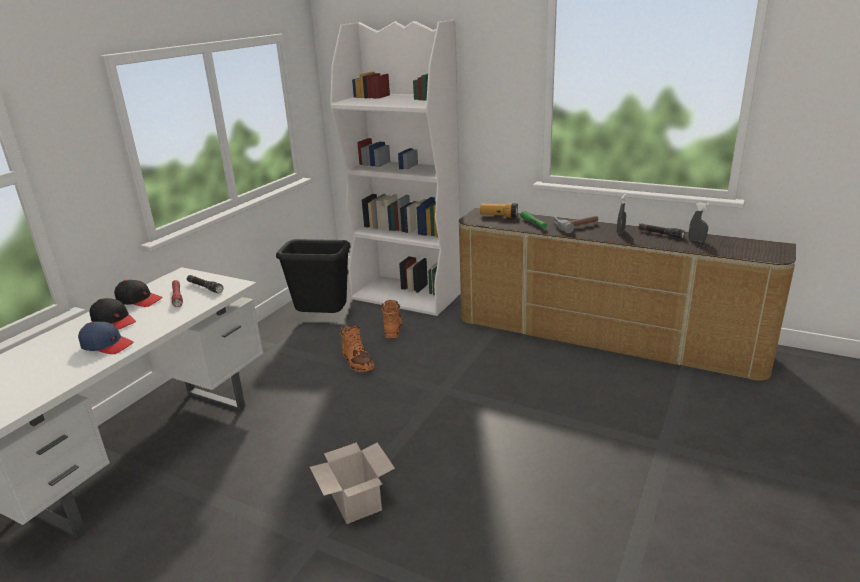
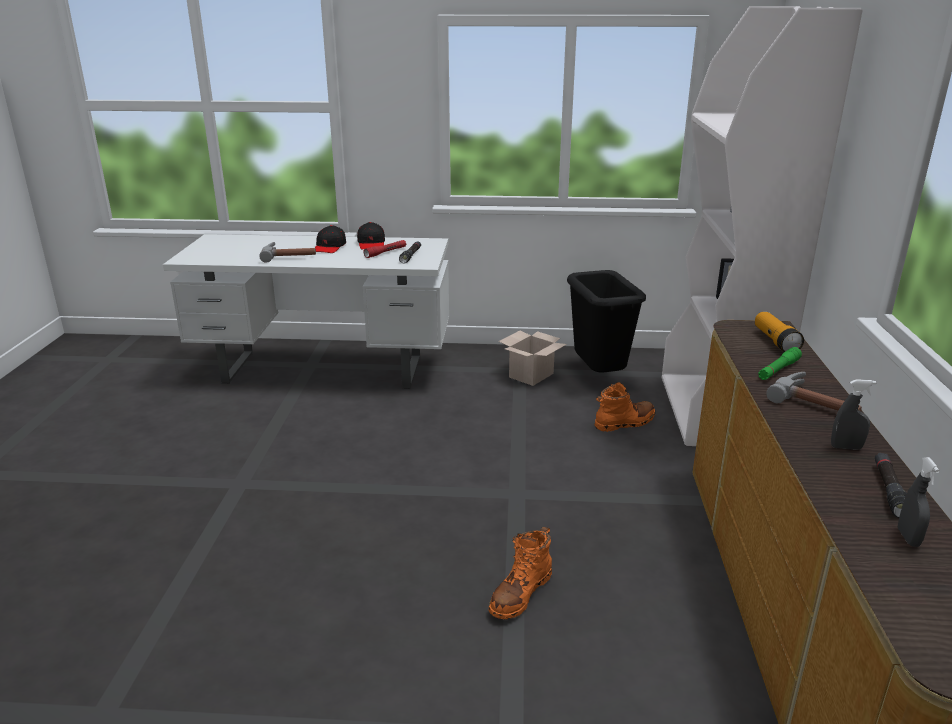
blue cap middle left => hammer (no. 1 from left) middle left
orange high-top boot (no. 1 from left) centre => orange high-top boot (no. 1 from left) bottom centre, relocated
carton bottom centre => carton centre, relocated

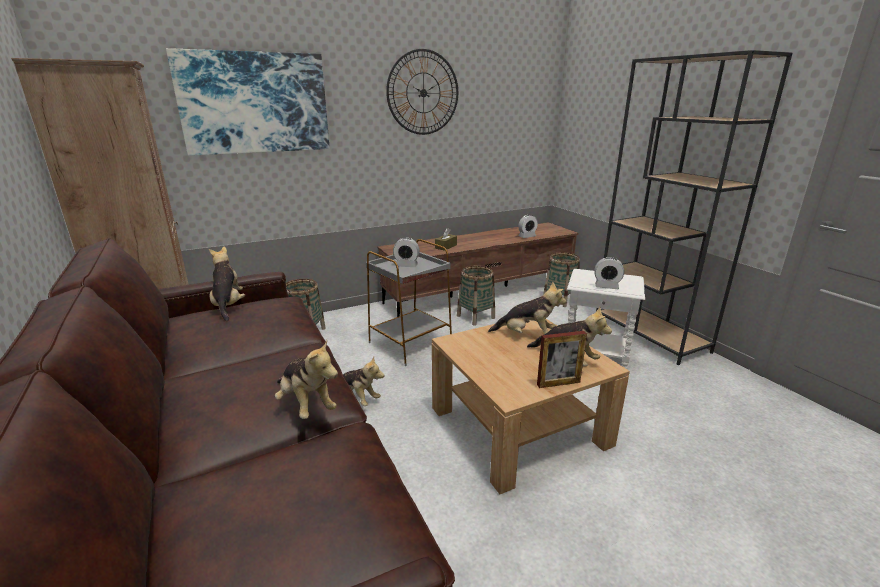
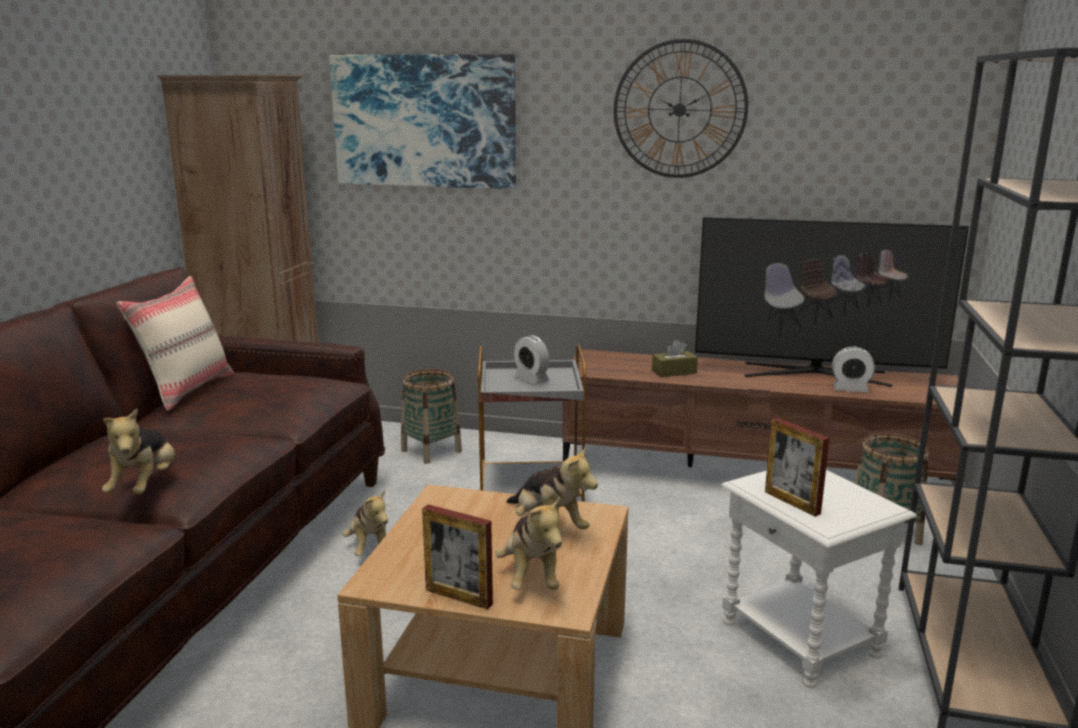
plush toy (no. 1 from left) middle left => nothing
table clock (no. 3 from left) middle right => standing frame (no. 2 from left) middle right
storage basket (no. 2 from left) centre => nothing
nothing => TV set middle right
nothing => beige-coloured cushion middle left

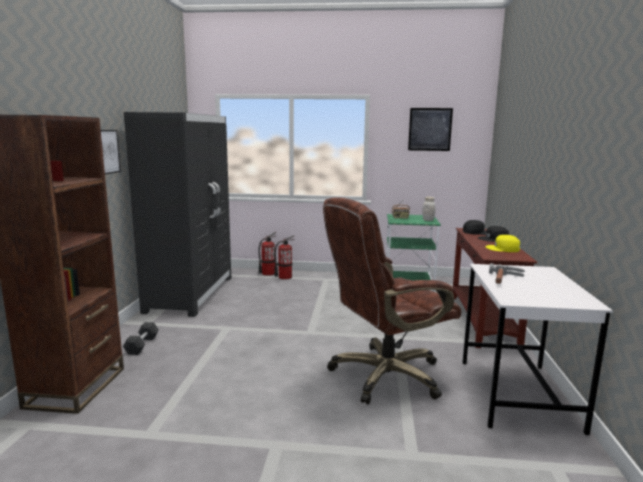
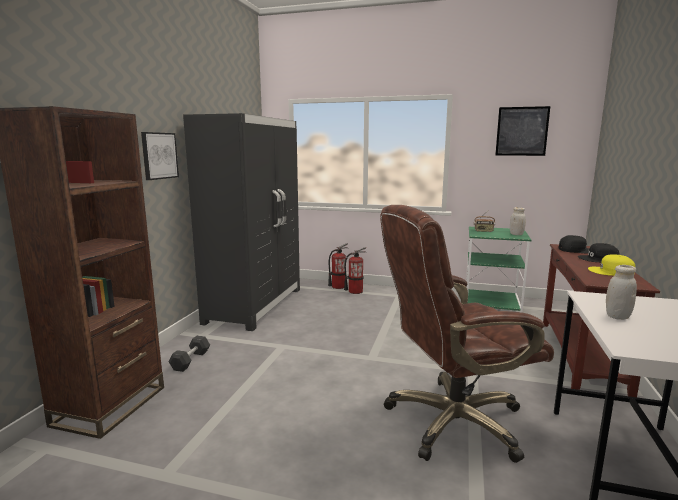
hammer middle right => white-coloured preserve jar (no. 2 from left) middle right

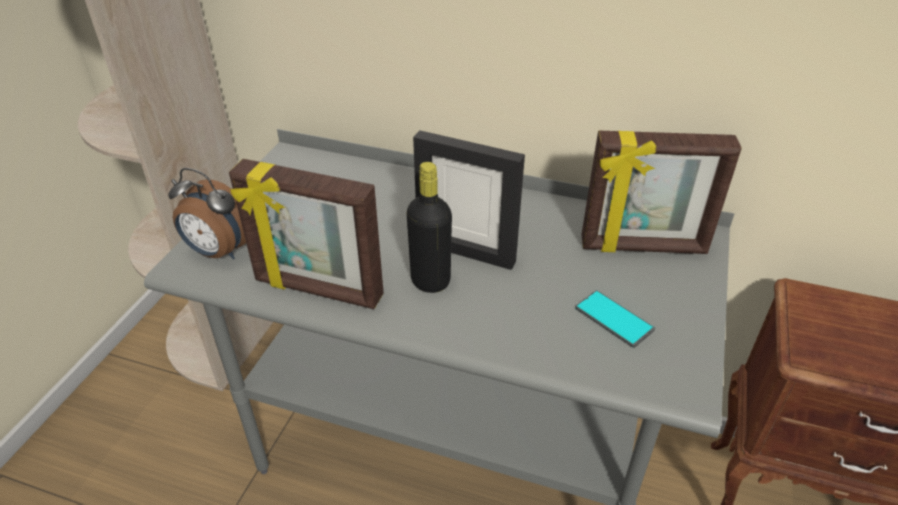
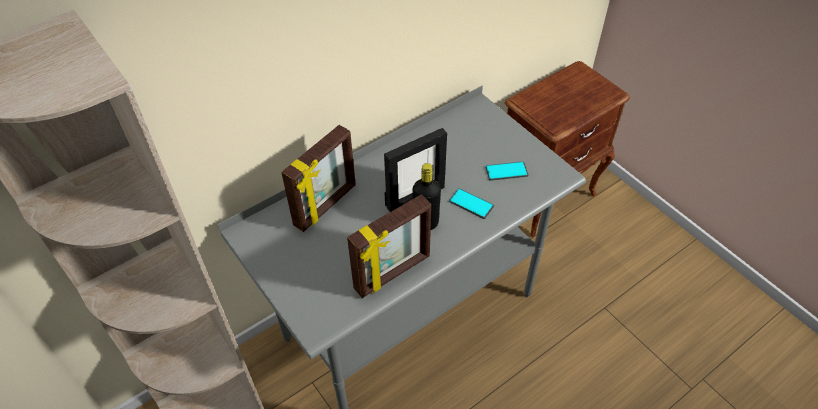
standing frame (no. 3 from left in the first image) middle right => standing frame (no. 1 from left) centre, relocated
table clock middle left => nothing
nothing => handset (no. 1 from left) centre

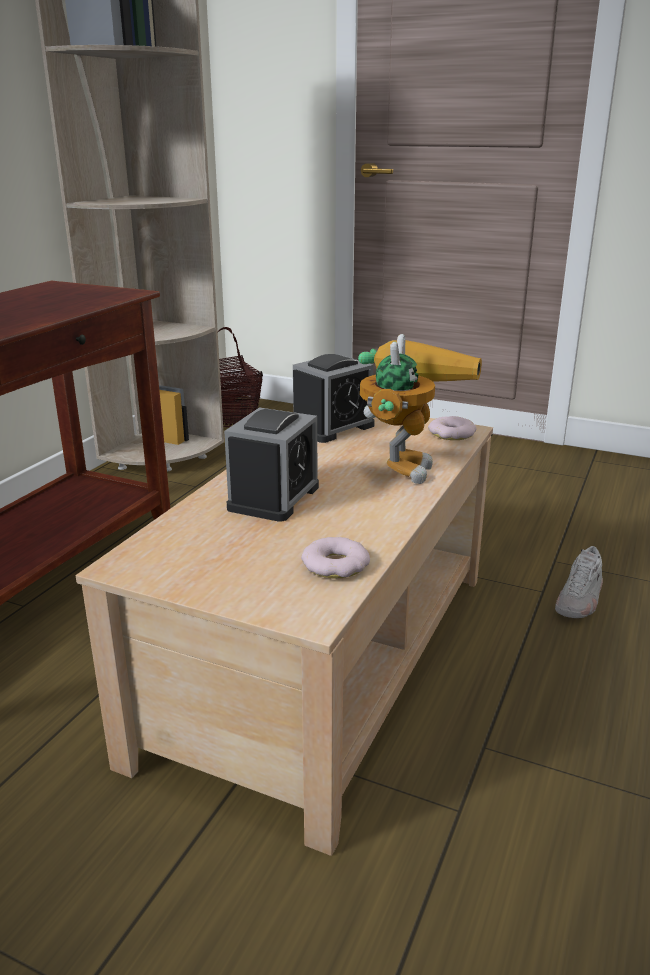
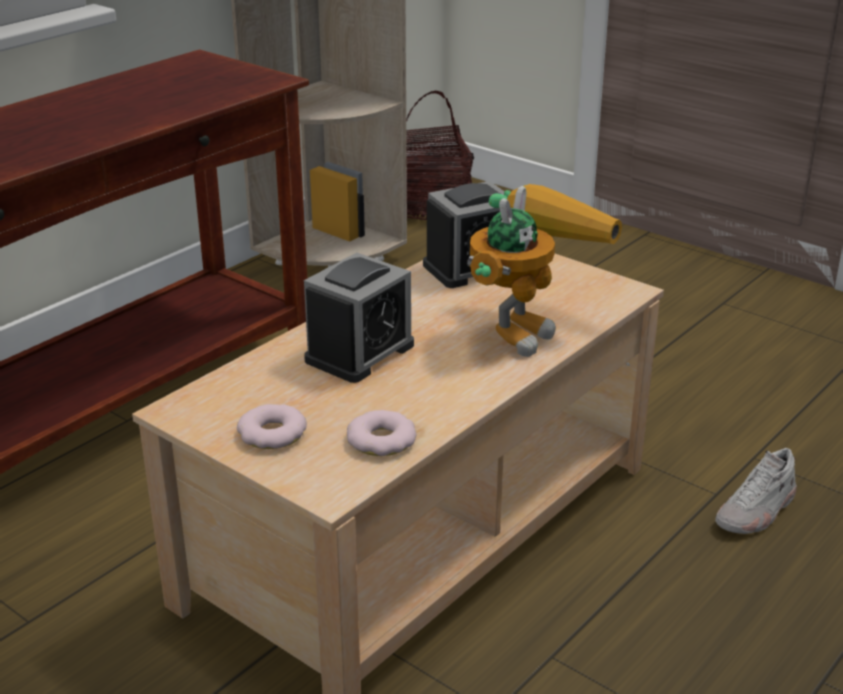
ring doughnut (no. 2 from left in the first image) middle right => ring doughnut (no. 1 from left) middle left, relocated

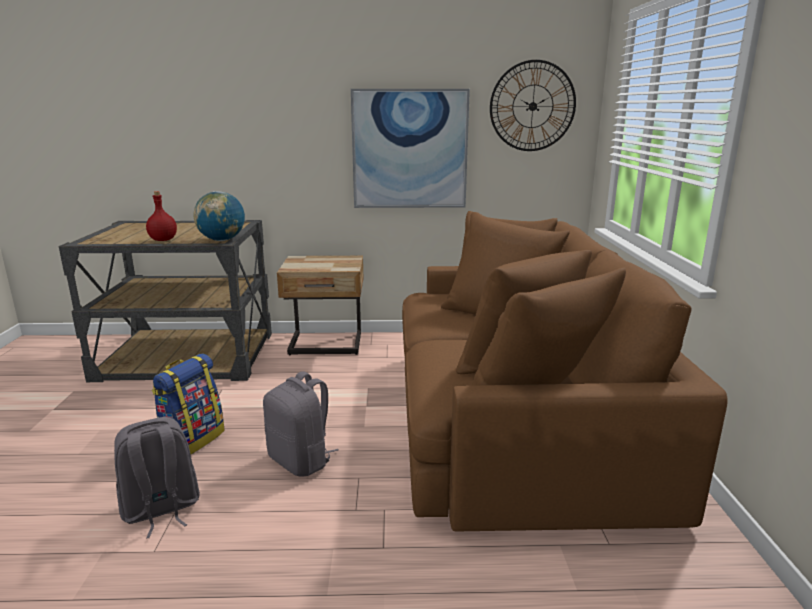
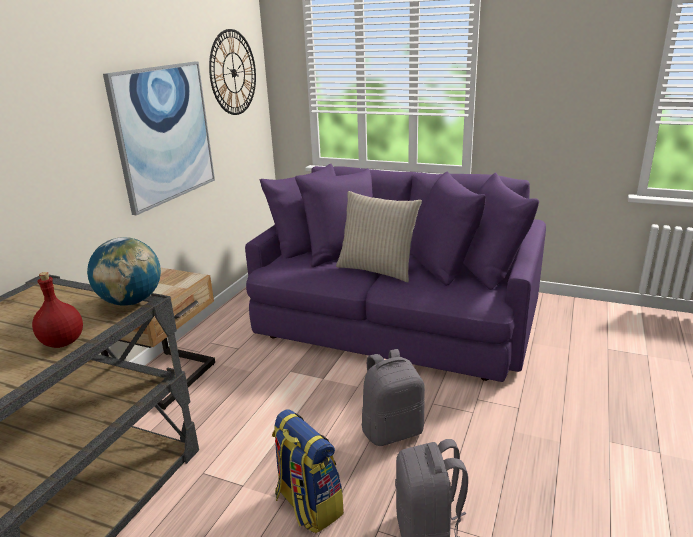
brown settee middle right => purplish settee centre
nothing => beige-coloured cushion centre

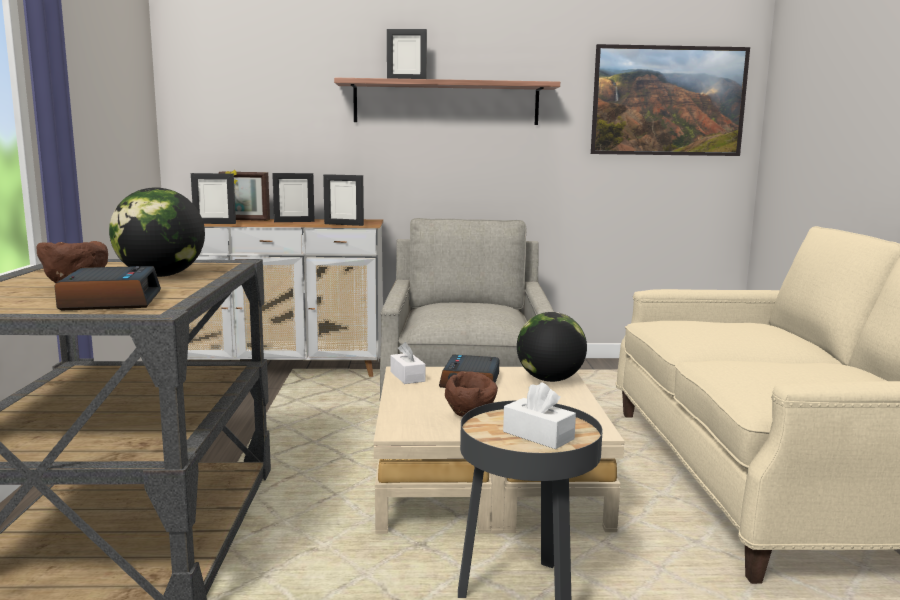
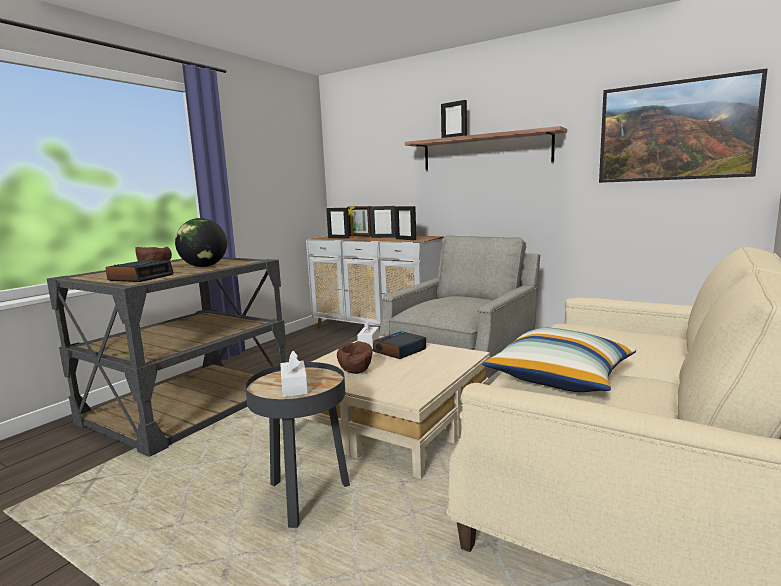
world globe (no. 2 from left) centre => nothing
nothing => cushion middle right

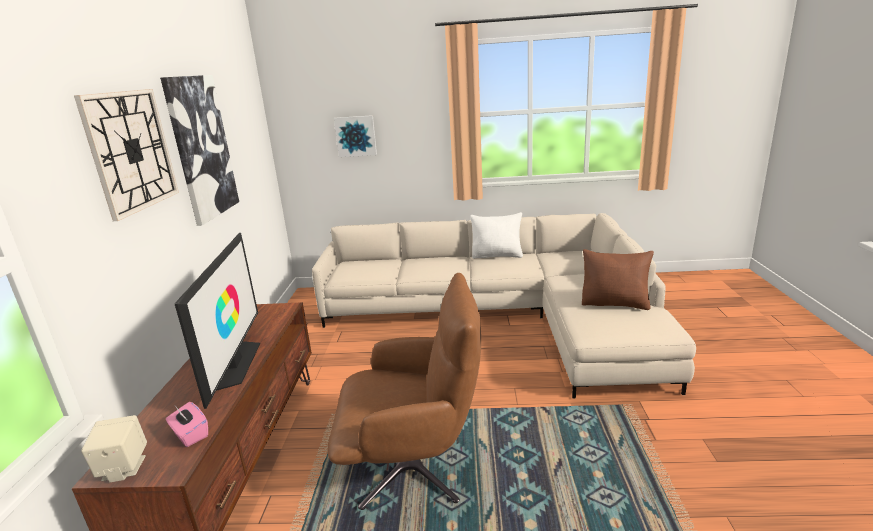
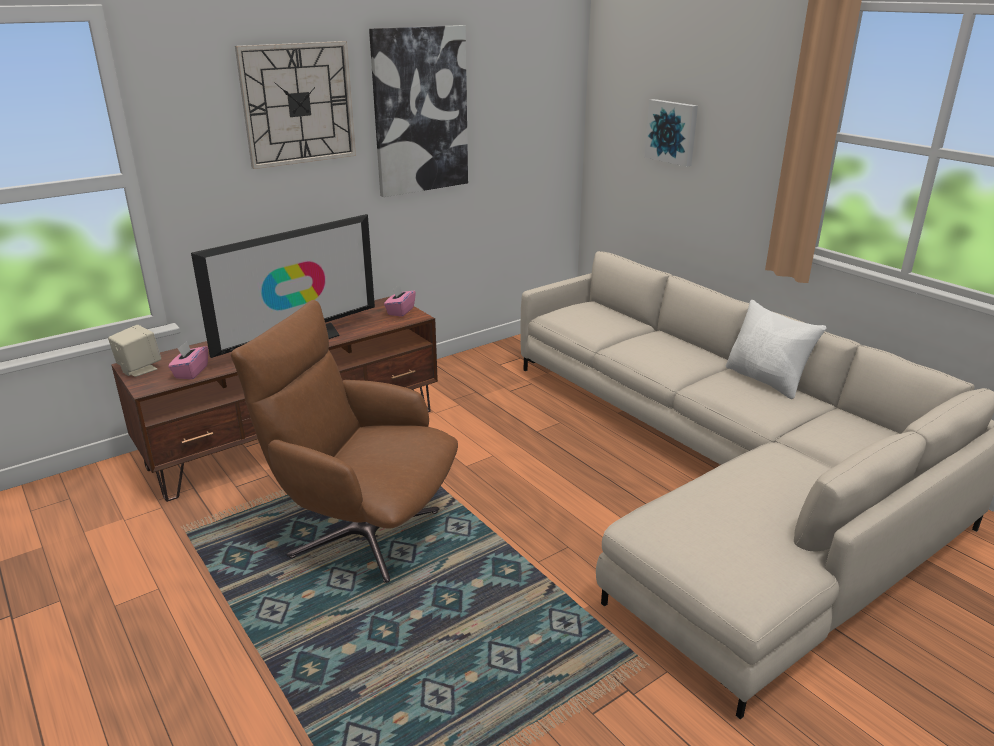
brown cushion middle right => nothing
brown easy chair bottom centre => brown easy chair centre, 150 degrees clockwise
nothing => pink box of tissues (no. 2 from left) centre

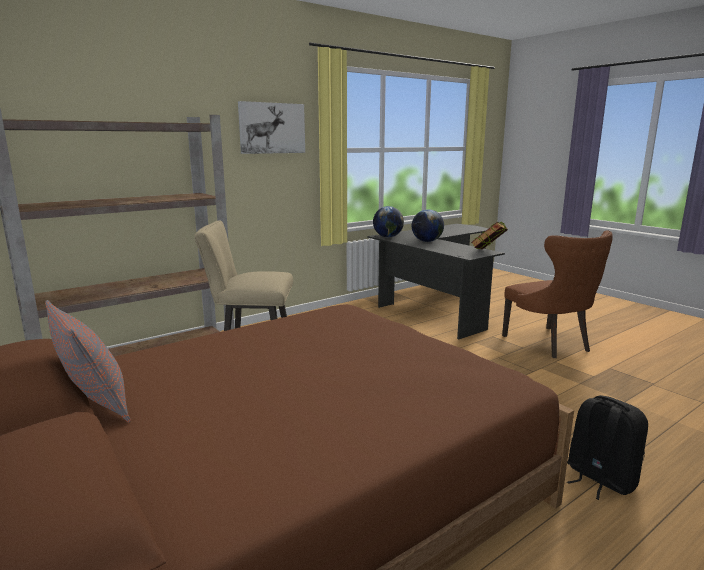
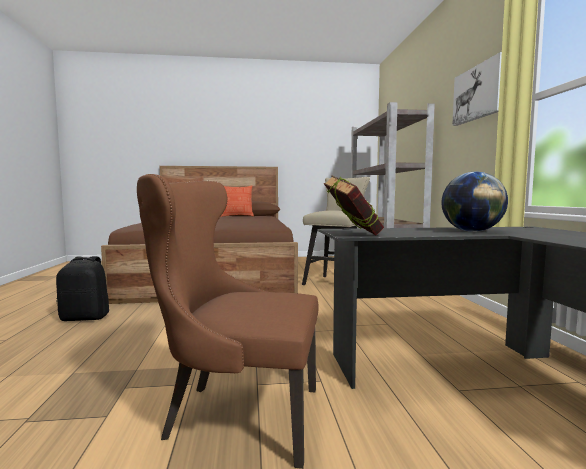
world globe (no. 1 from left) centre => nothing
greyish cushion middle left => orange cushion centre

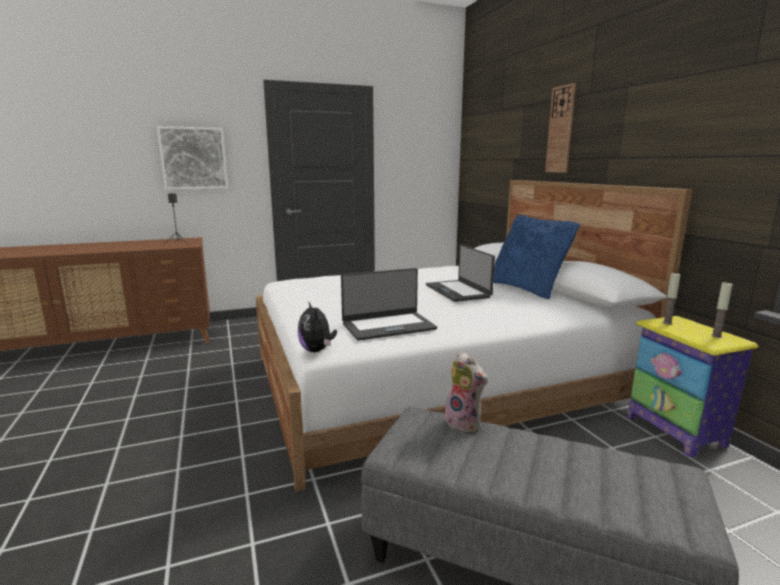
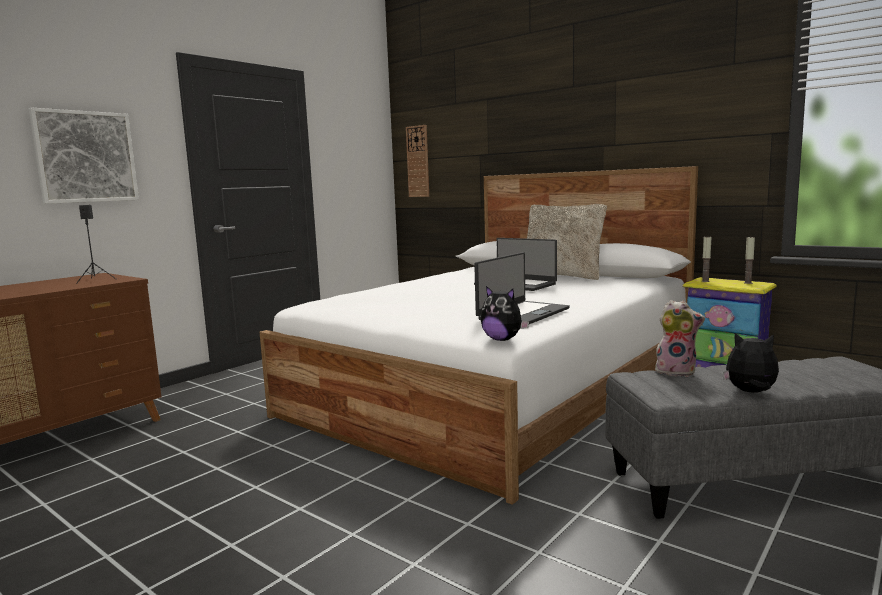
hanging clock top right => hanging clock top centre, relocated
blue cushion middle right => beige-coloured cushion centre
nothing => plush toy (no. 3 from left) middle right

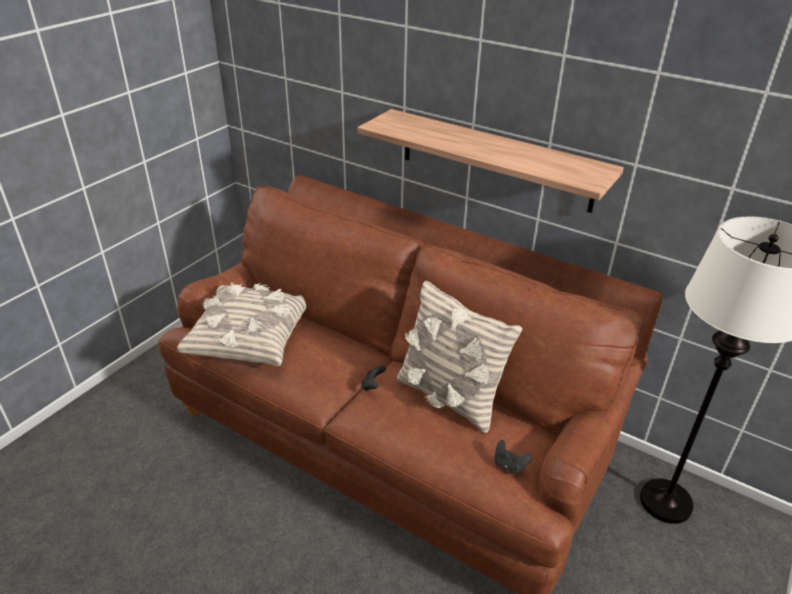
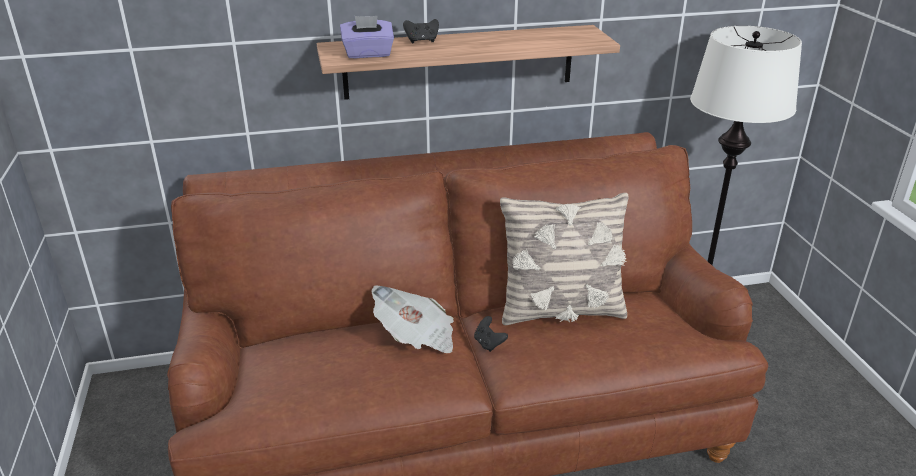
beige-coloured cushion (no. 1 from left) middle left => nothing
blackish game controller (no. 2 from left in the first image) bottom centre => blackish game controller (no. 1 from left) top centre, relocated
nothing => purplish box of tissues top centre
nothing => newspaper bottom centre

